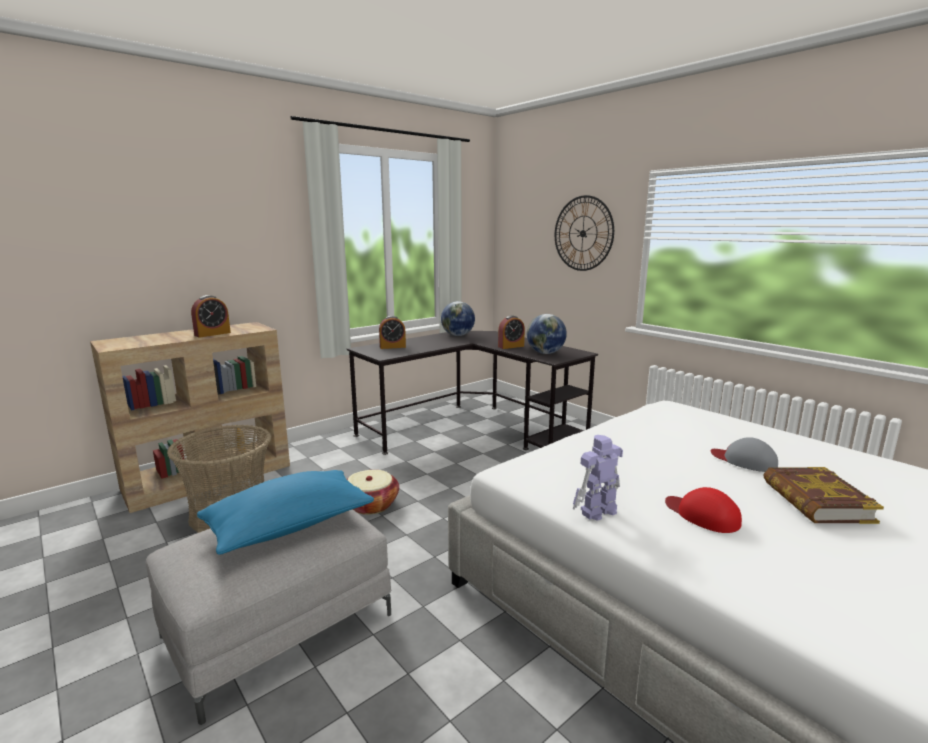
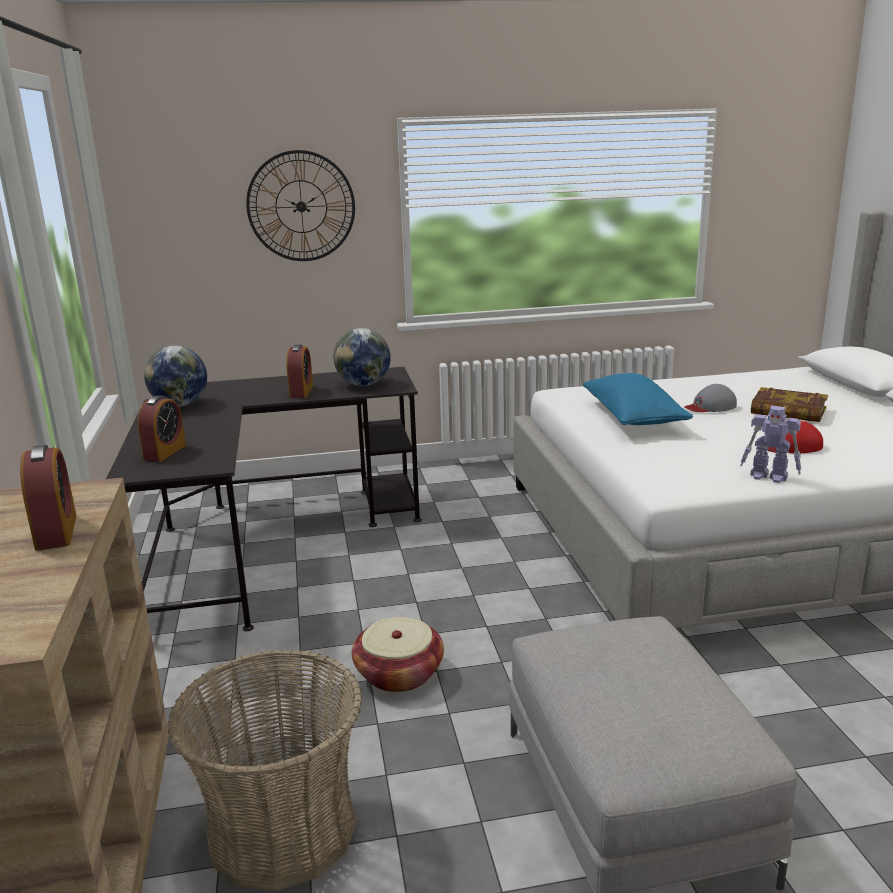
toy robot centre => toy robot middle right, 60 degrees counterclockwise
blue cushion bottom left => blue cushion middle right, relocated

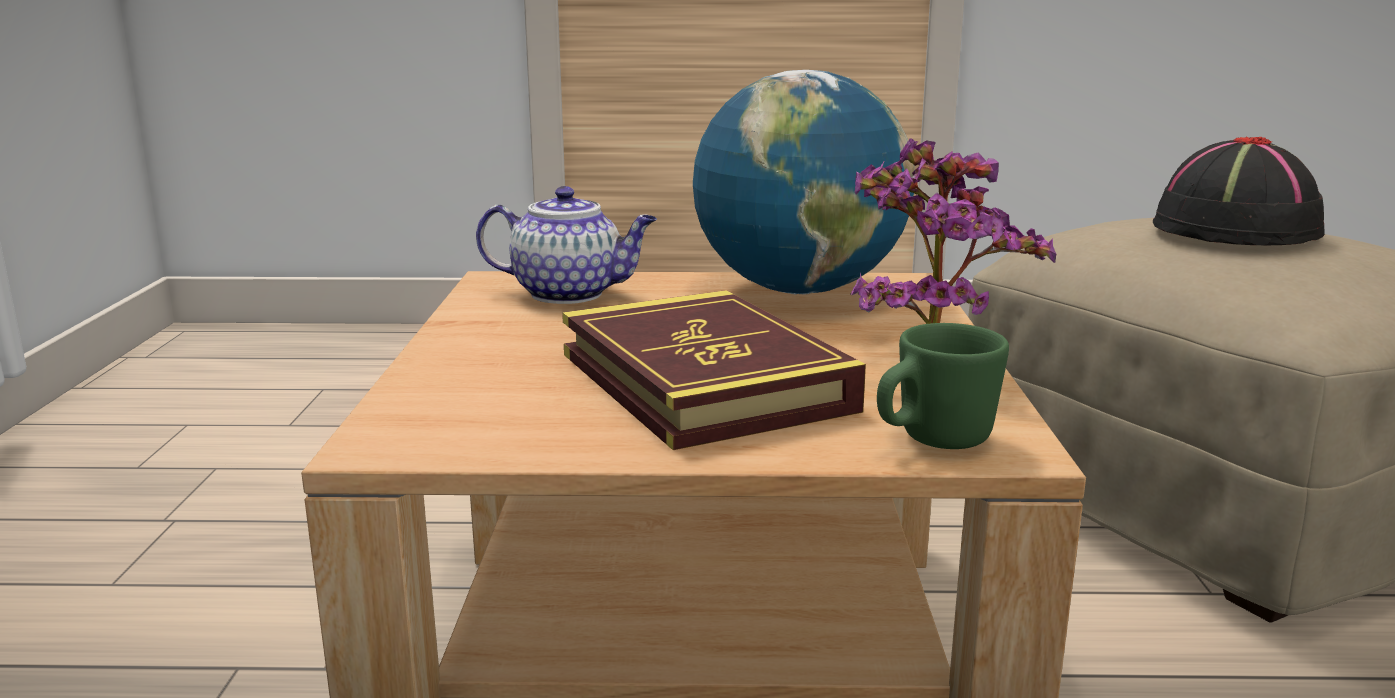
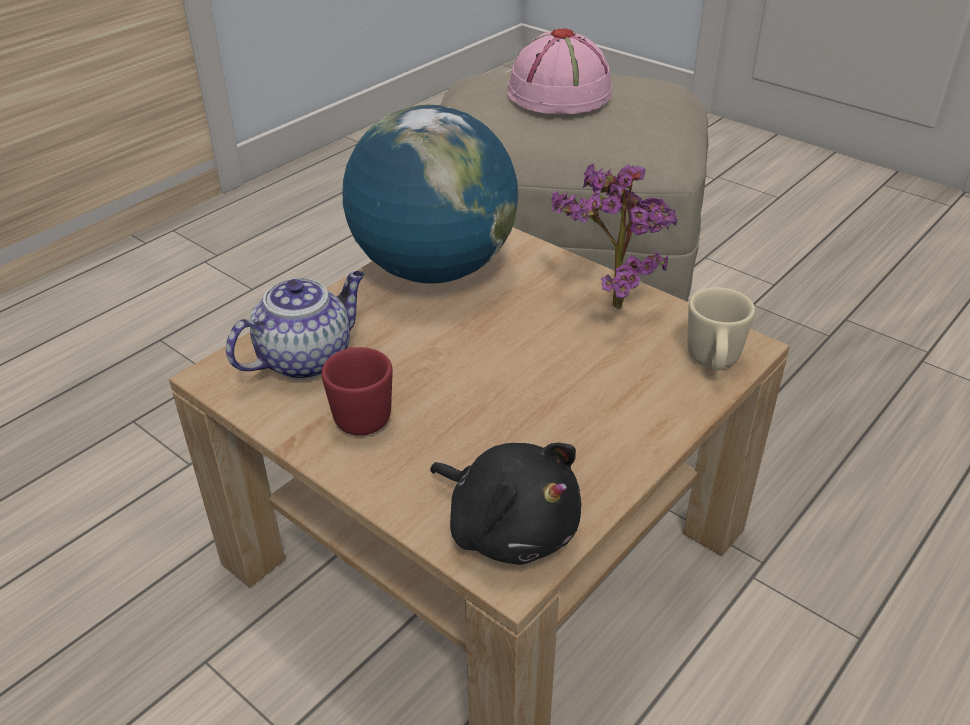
blackish hat top right => pink hat top centre
bound book centre => nothing
green-coloured coffee mug middle right => beige-coloured coffee mug middle right
nothing => red coffee mug centre
nothing => blackish plush toy bottom centre

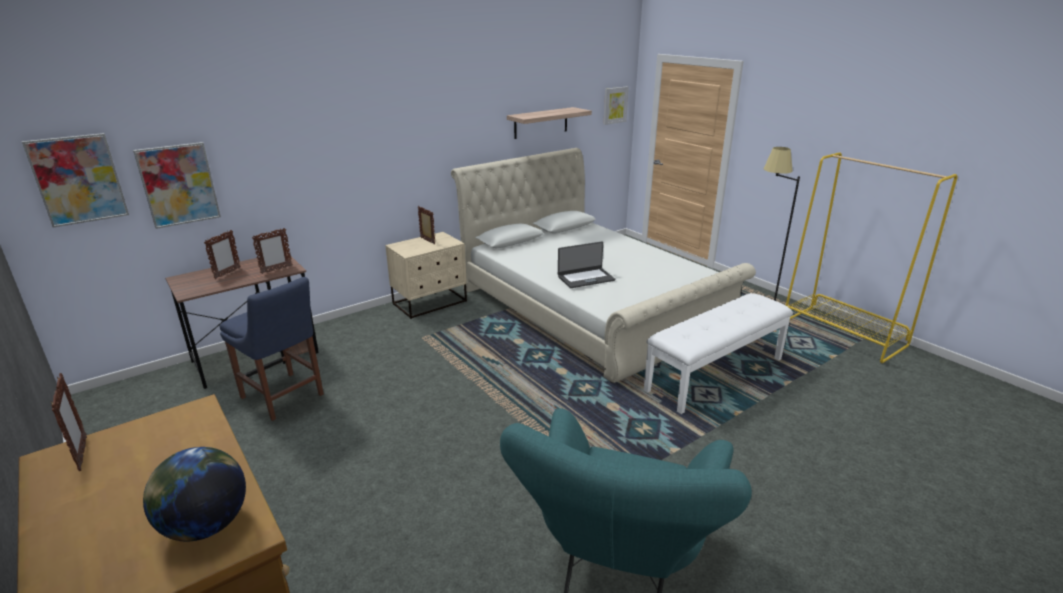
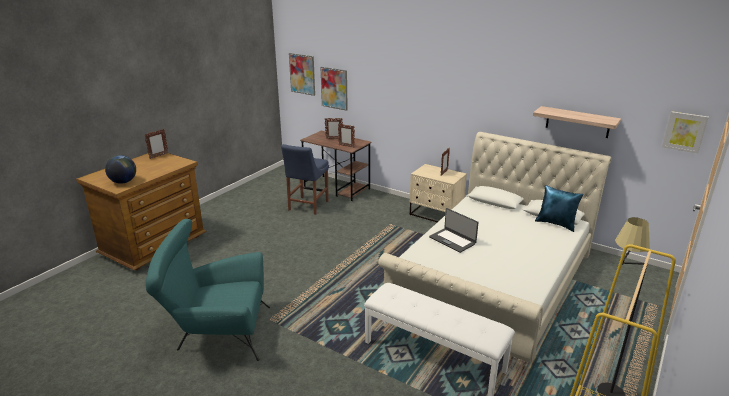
nothing => blue cushion middle right

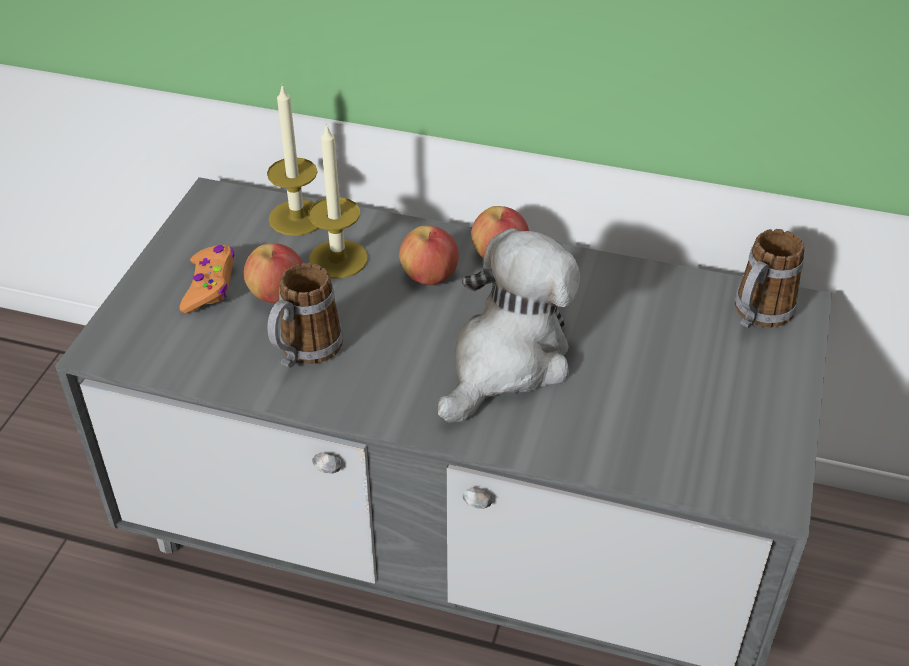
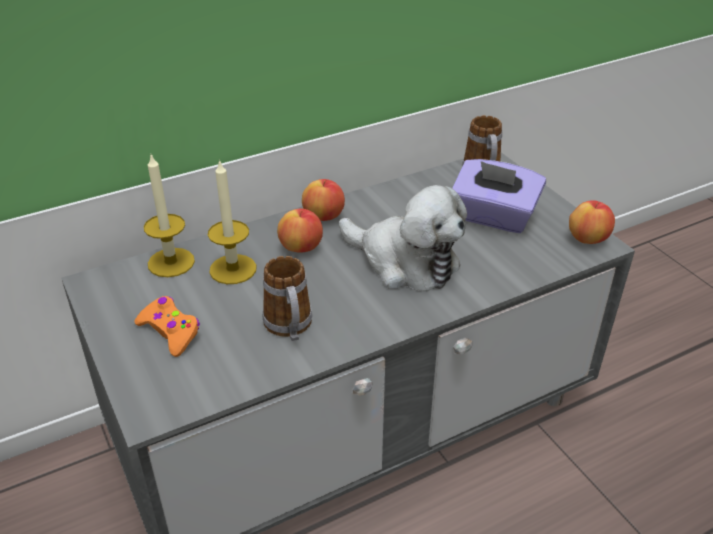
plush toy centre, 135 degrees clockwise
apple (no. 1 from left in the first image) middle left => apple (no. 3 from left) middle right, relocated
nothing => purplish box of tissues middle right

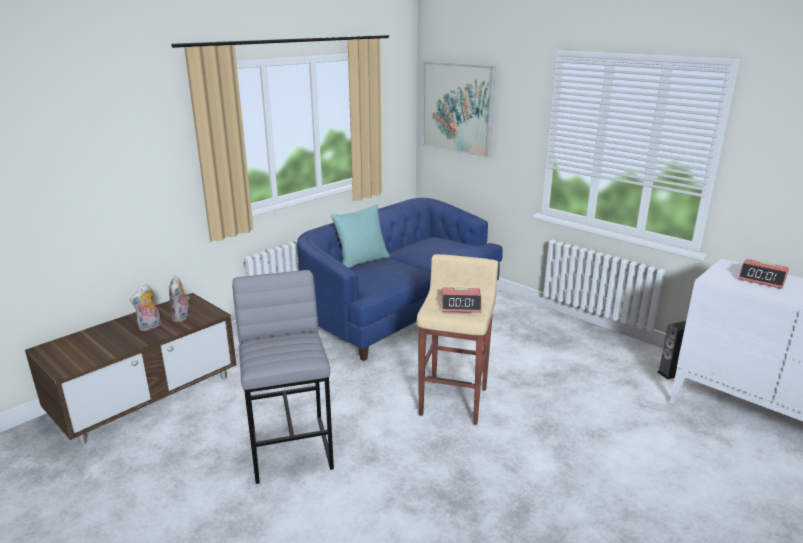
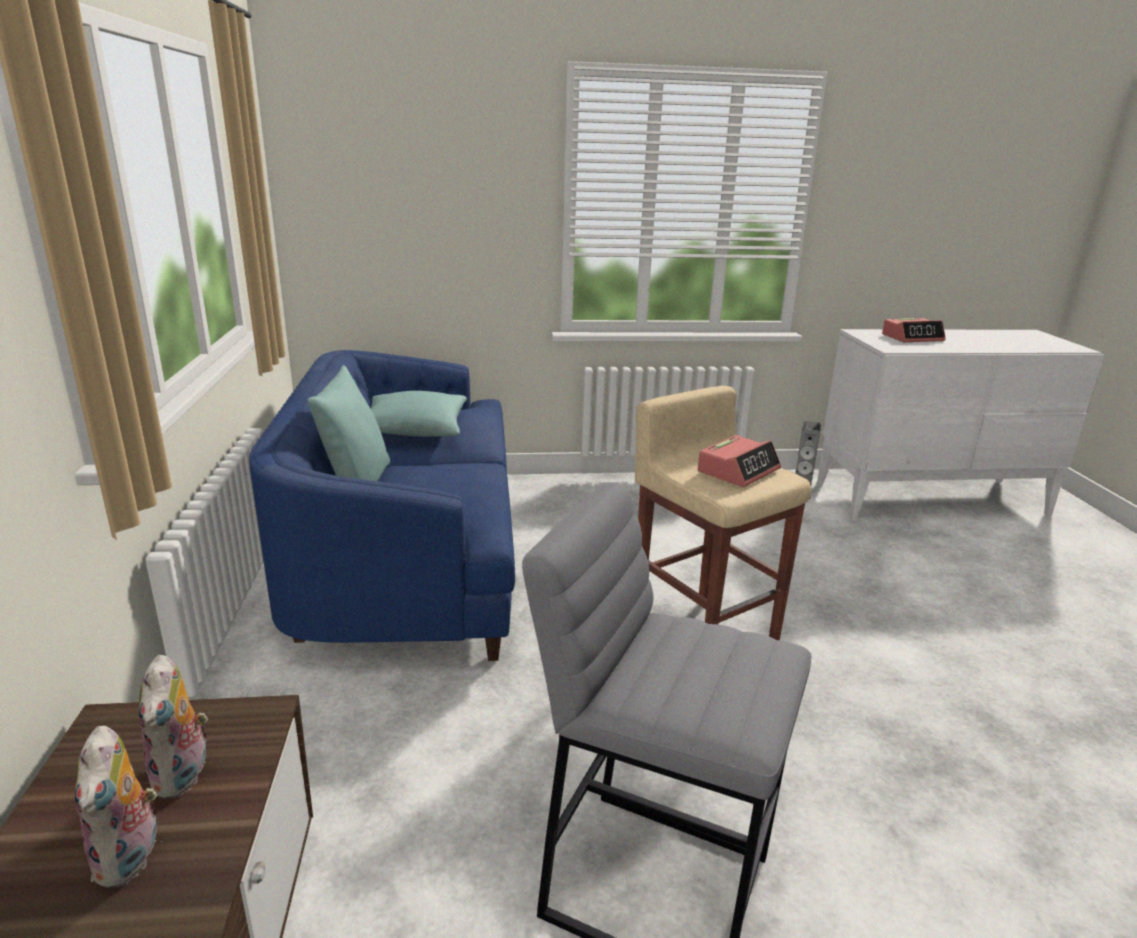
wall picture top centre => nothing
plush toy (no. 2 from left) middle left => plush toy (no. 2 from left) bottom left, 45 degrees clockwise
nothing => blue-green cushion (no. 2 from left) centre

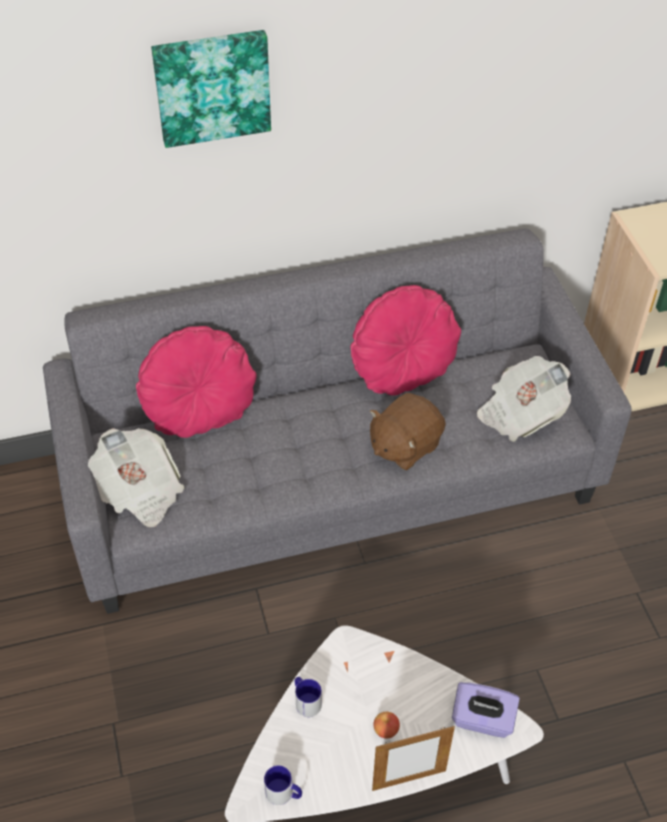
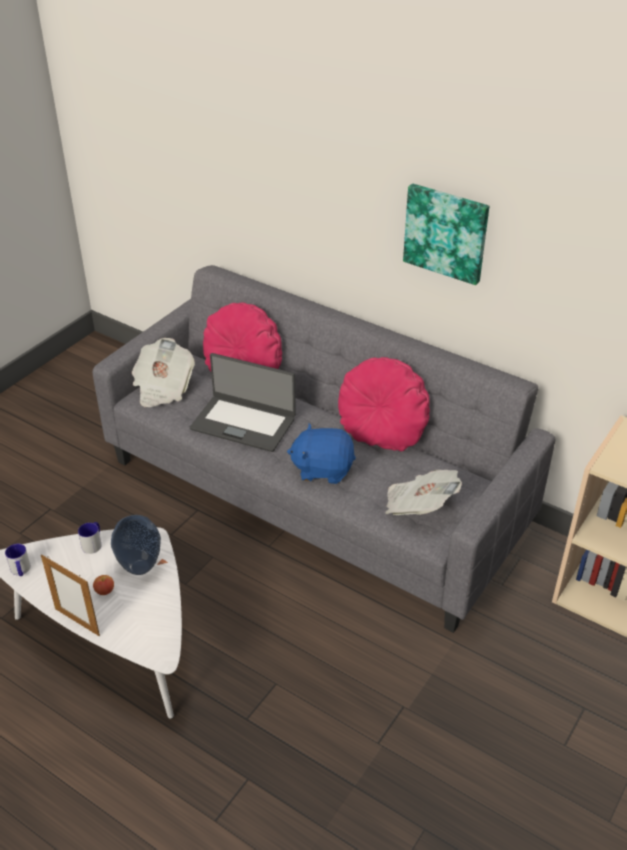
wall picture top left => wall picture top right, relocated
brown plush toy centre => blue plush toy centre
purplish box of tissues bottom right => nothing
nothing => laptop centre
nothing => vase middle left

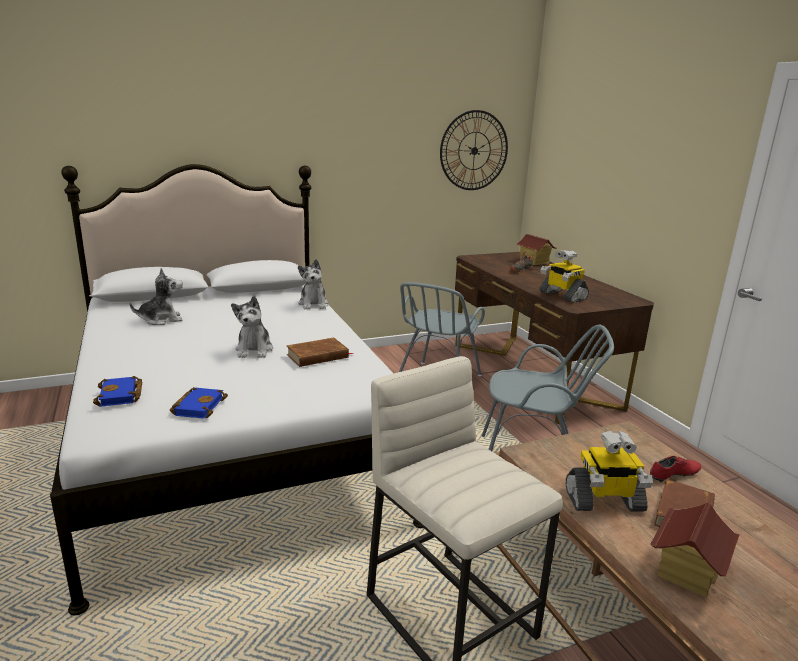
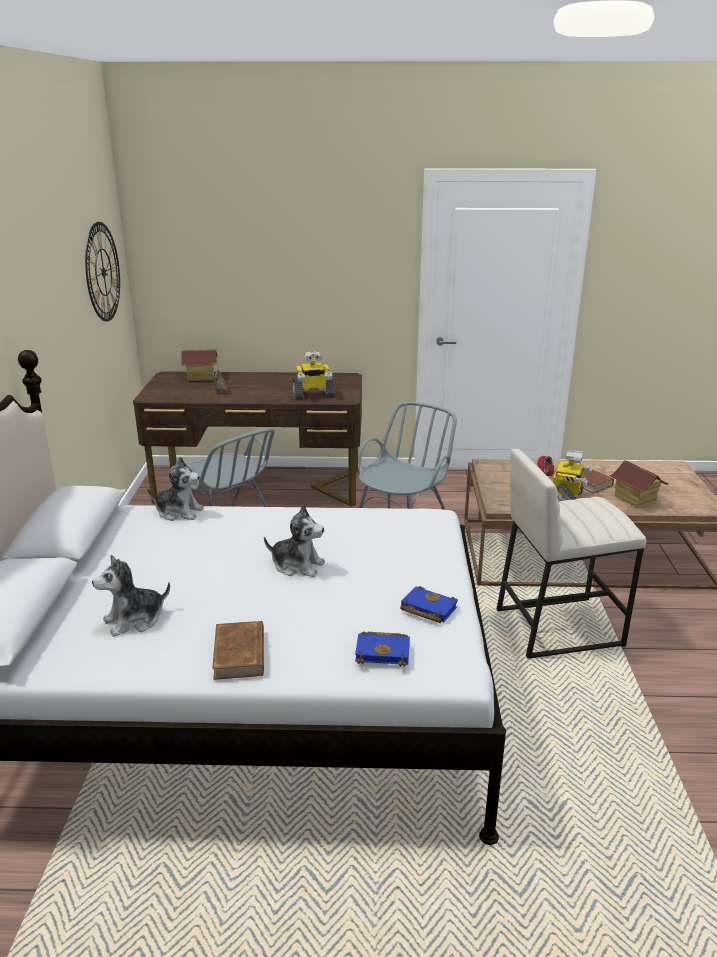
plush toy (no. 1 from left) middle left, 120 degrees counterclockwise
brown bound book (no. 1 from left) centre => brown bound book (no. 1 from left) bottom left, relocated

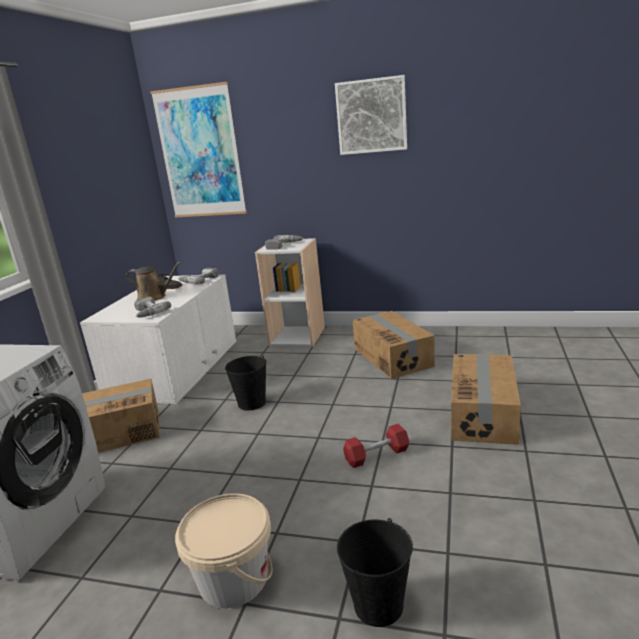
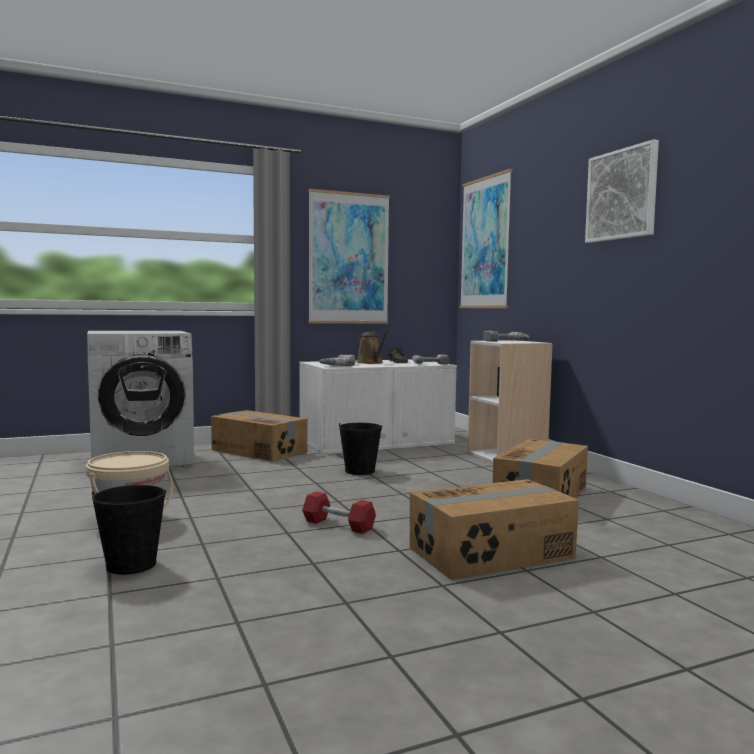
nothing => wall picture (no. 1 from left) centre

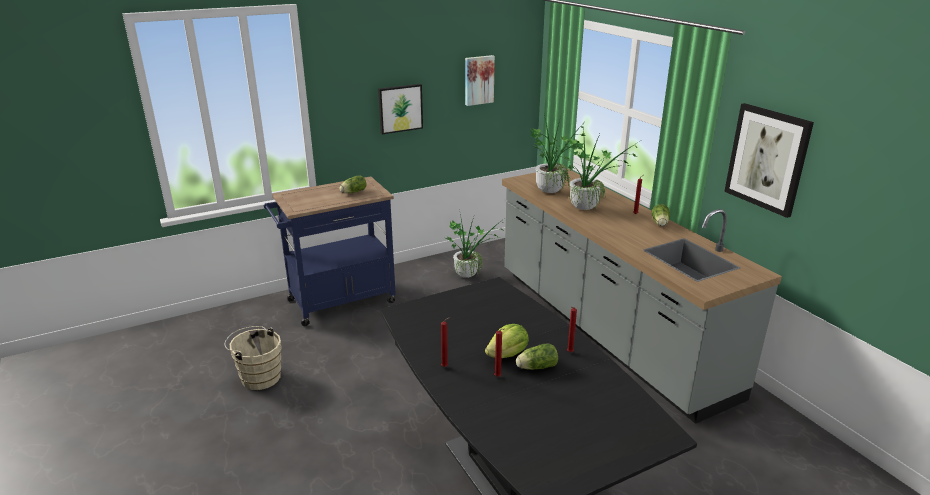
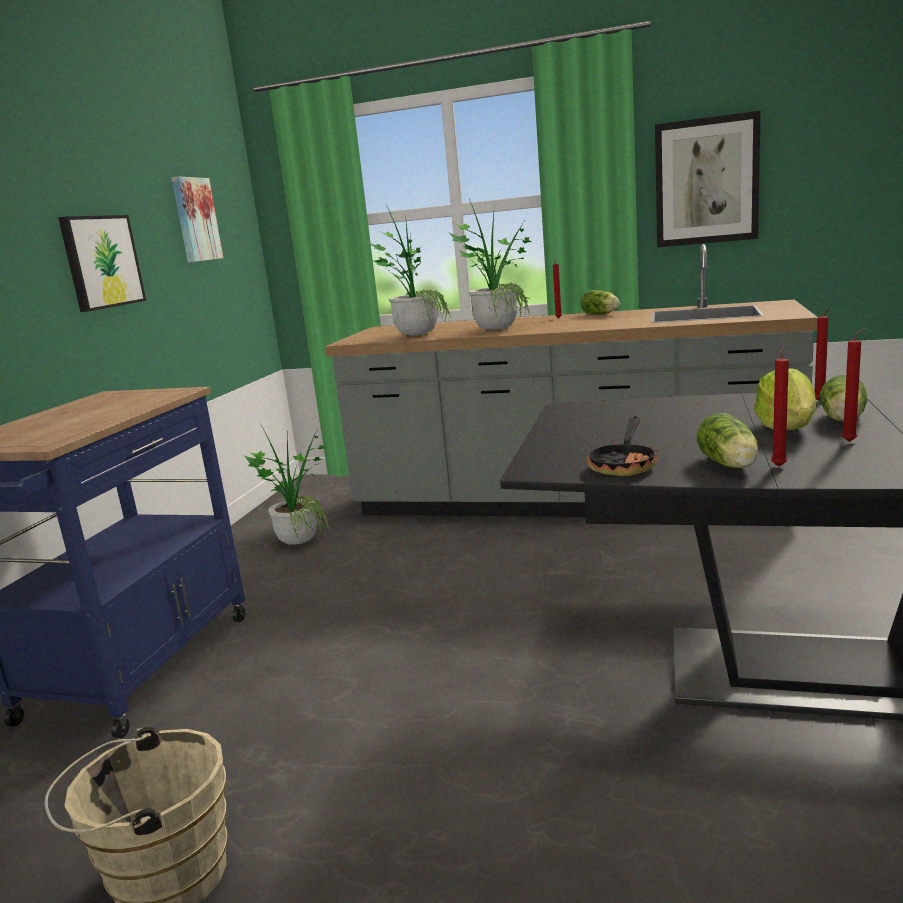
head of lettuce (no. 1 from left in the first image) centre => head of lettuce (no. 2 from left) middle right, relocated
nothing => frying pan middle right

